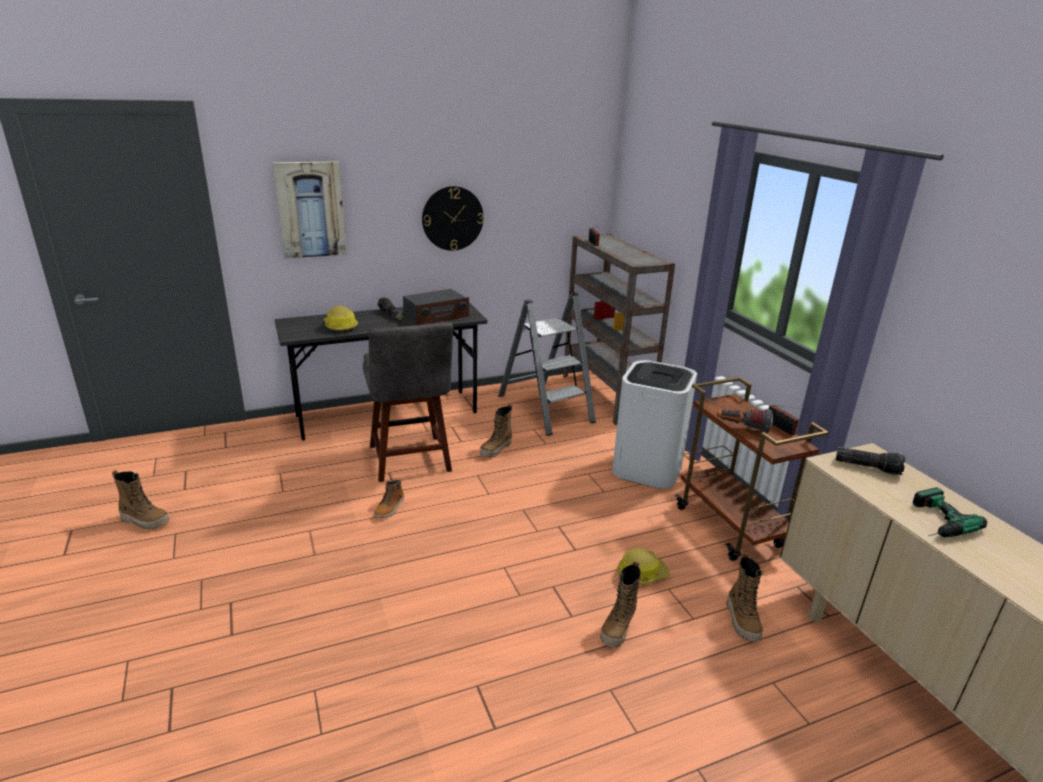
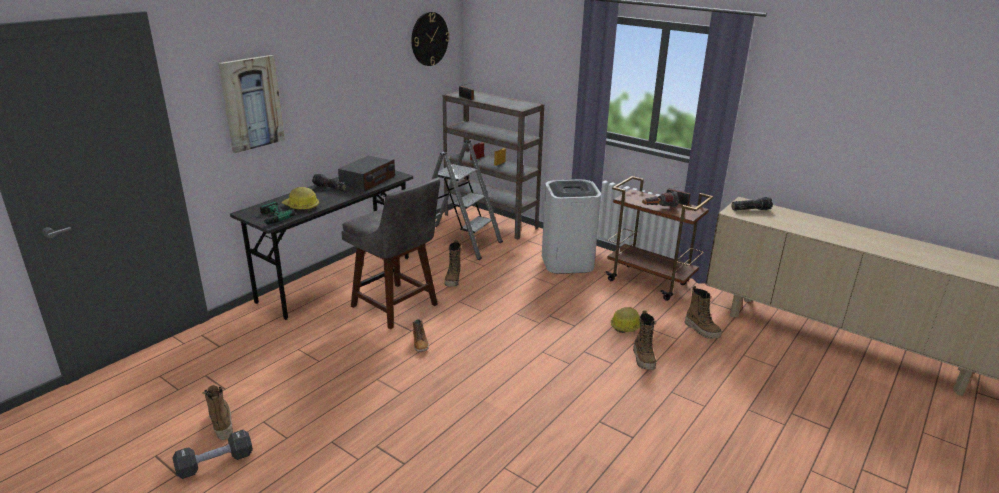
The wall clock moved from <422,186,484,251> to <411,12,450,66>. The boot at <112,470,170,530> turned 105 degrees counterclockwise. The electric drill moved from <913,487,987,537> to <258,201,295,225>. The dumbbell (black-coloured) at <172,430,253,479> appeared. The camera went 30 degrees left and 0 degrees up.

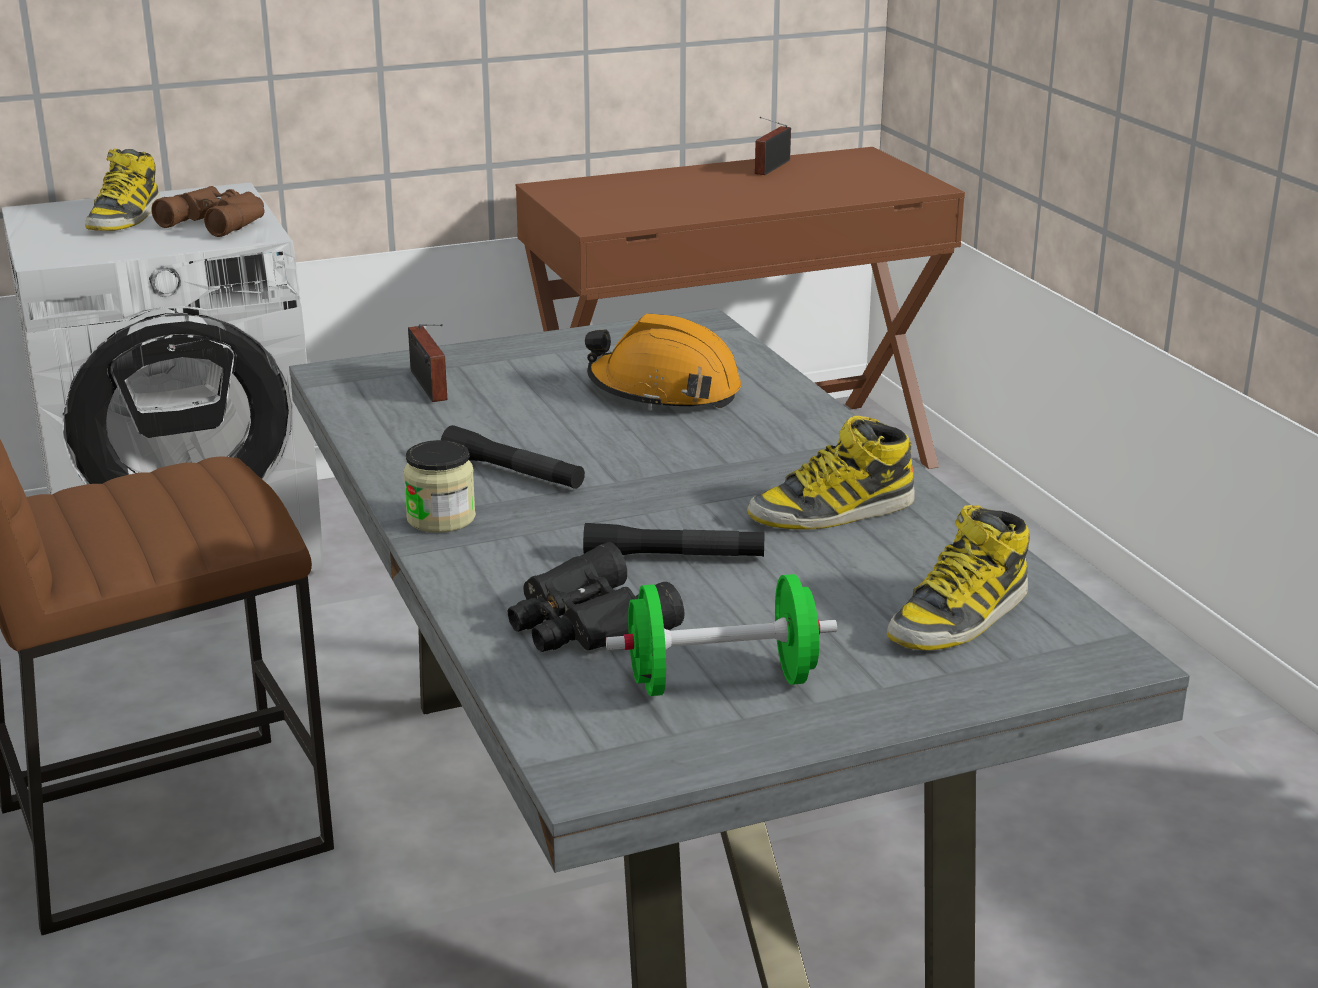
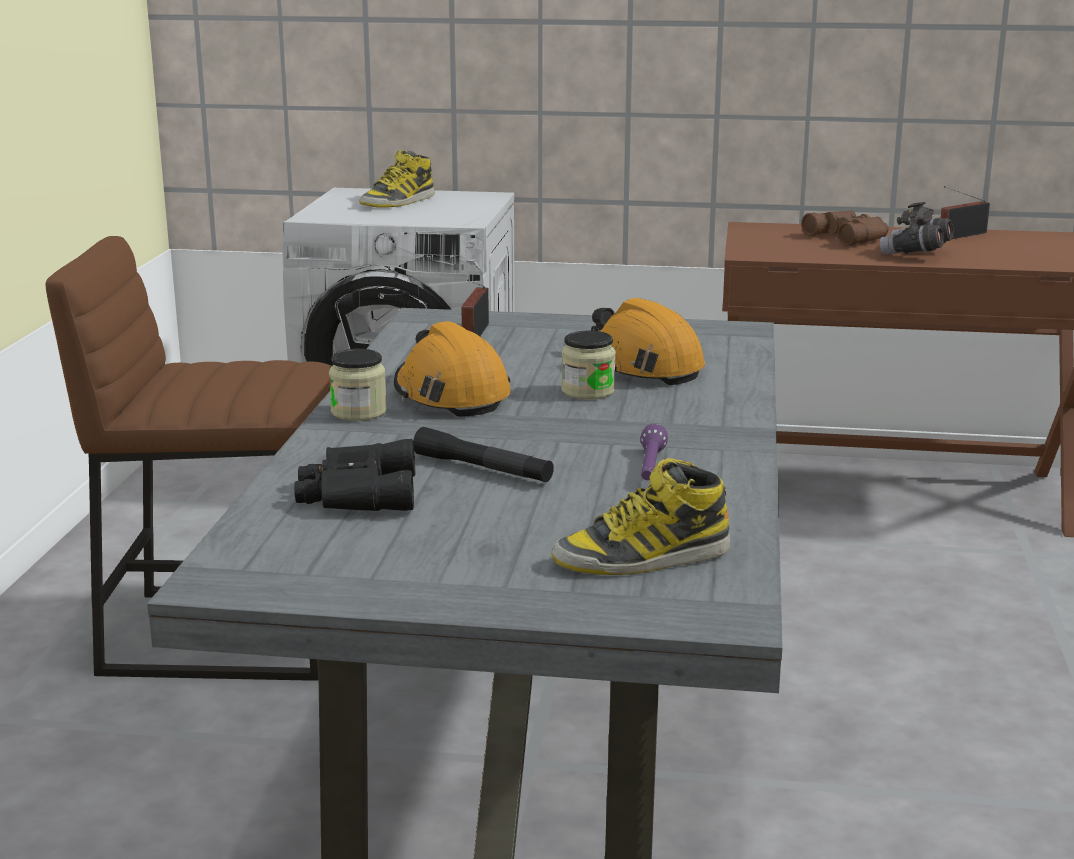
The pair of binoculars (brown-coloured) moved from <151,186,264,237> to <801,210,889,246>. The boot at <747,416,915,529> was replaced by the hand torch (purple) at <640,424,668,480>. The hand torch (black-coloured) at <441,425,585,489> was replaced by the hard hat (orange-coloured) at <394,321,511,417>. The dumbbell (greenish) at <606,574,837,696> disappeared. The pair of binoculars (gray) at <880,202,954,255> appeared. The preserve jar at <561,331,616,400> appeared. The camera went 30 degrees right and 5 degrees down.

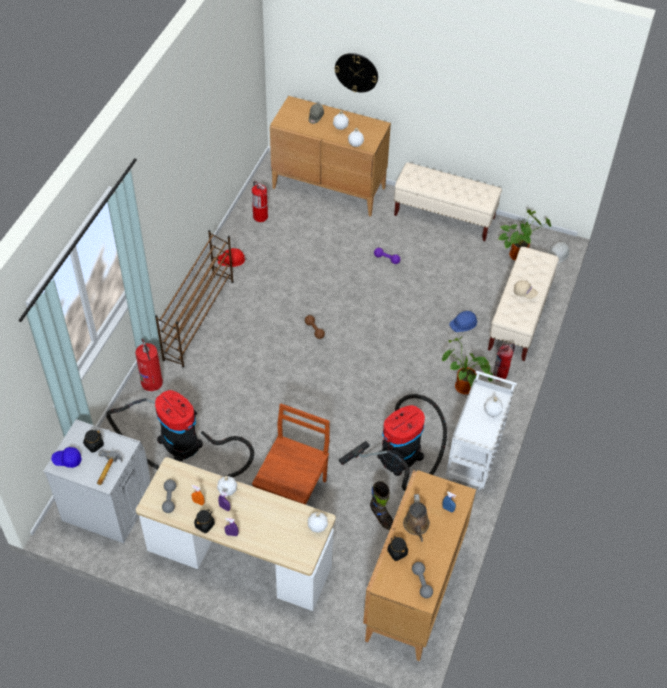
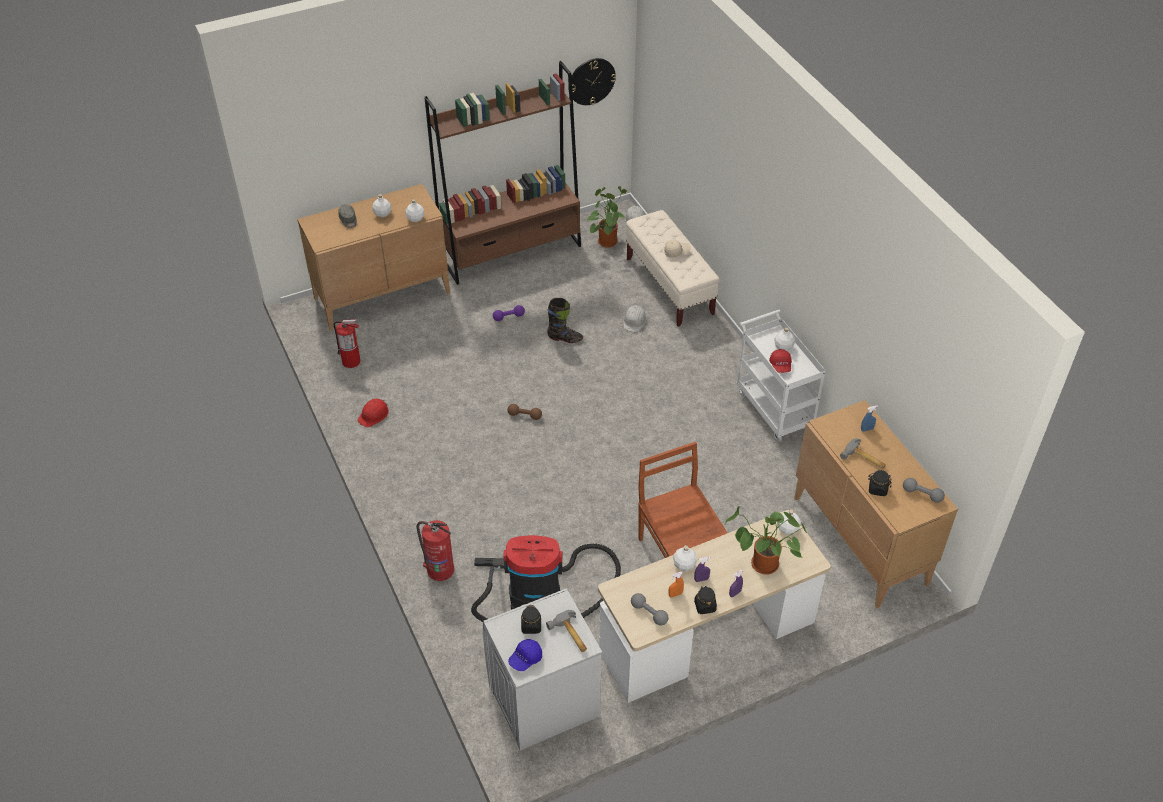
The wall clock moved from <335,53,378,92> to <568,58,616,105>. The bench (sand-coloured) at <394,162,502,241> was replaced by the shelving unit (brown-coloured) at <424,61,581,285>. The shoe stand (brown-coloured) at <155,230,233,368> disappeared. The hard hat (blue) at <449,311,477,332> became the hard hat (white) at <623,305,647,332>. The plant in a pot moved from <442,337,493,394> to <725,506,807,575>. The fire-fighting cylinder at <493,343,515,381> disappeared. The hoover at <339,394,447,491> disappeared. The boot (black-coloured) moved from <370,481,393,530> to <547,298,583,343>. The watering pot (brown-coloured) at <403,494,430,542> was replaced by the hammer at <840,438,886,469>. The cap (red) at <769,349,792,373> appeared. The camera went 45 degrees left and 5 degrees down.

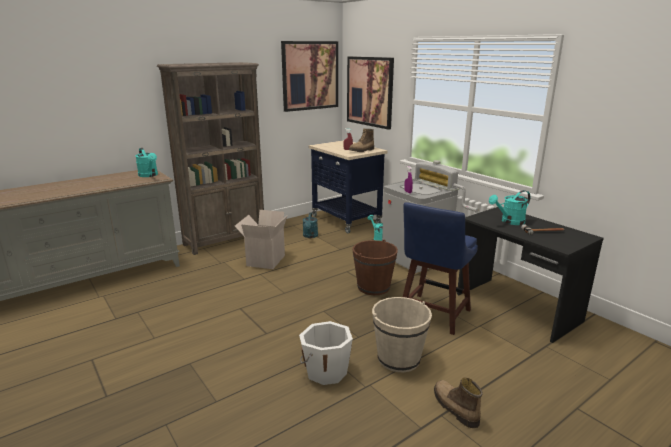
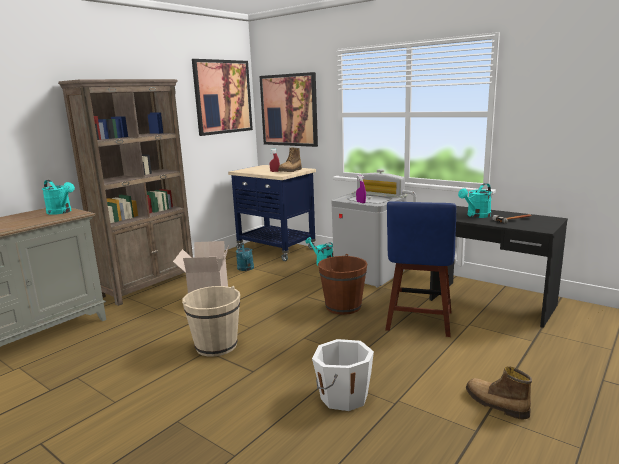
The pail (sand-coloured) moved from <372,297,432,372> to <182,286,240,357>. The camera went 15 degrees left and 5 degrees down.

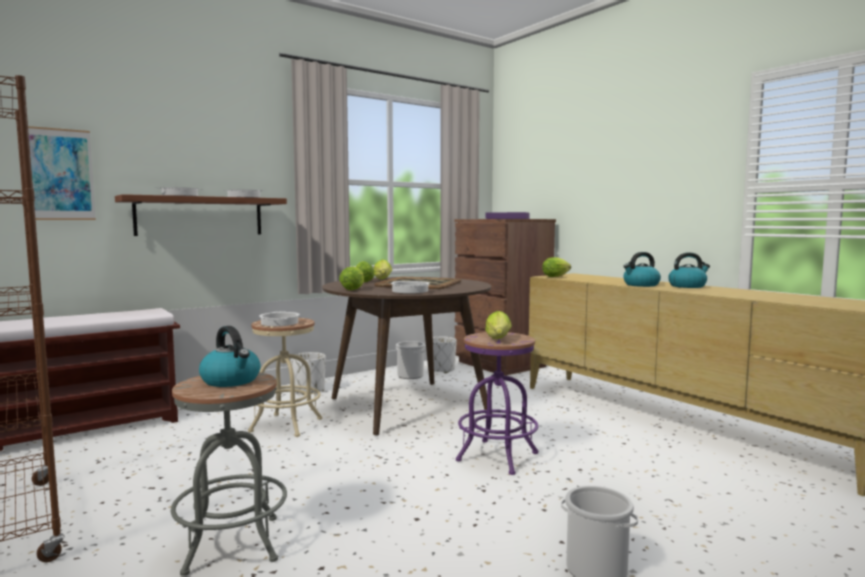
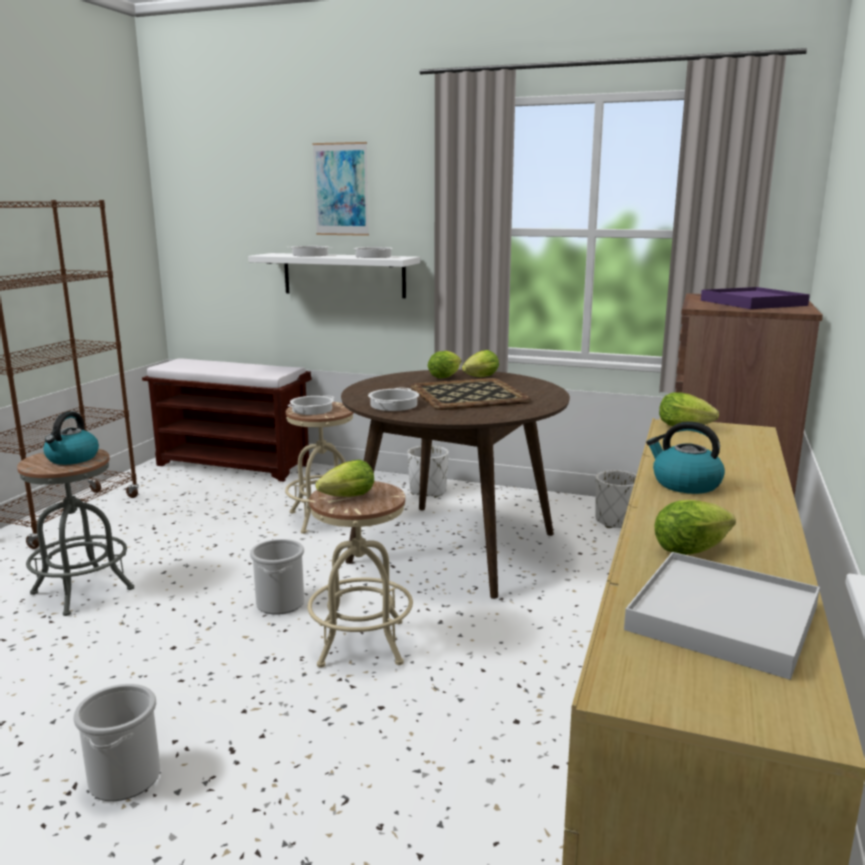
The wall picture moved from <28,126,96,220> to <312,142,369,236>. The shelf (brown-coloured) at <115,194,287,236> became the shelf (white) at <248,253,420,298>. The tea kettle at <668,252,710,288> disappeared. The head of lettuce moved from <339,266,364,290> to <655,500,736,555>. The stool (purple) at <456,332,538,475> became the stool (sand-coloured) at <308,481,413,668>. The pail moved from <396,341,426,379> to <250,539,304,615>. The carrying tray (white) at <624,552,820,680> appeared. The camera went 55 degrees right and 10 degrees up.

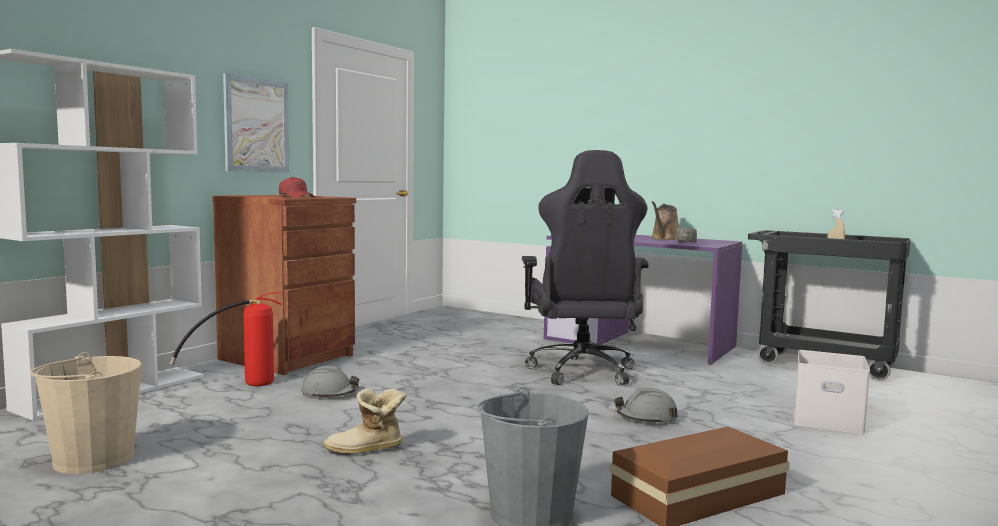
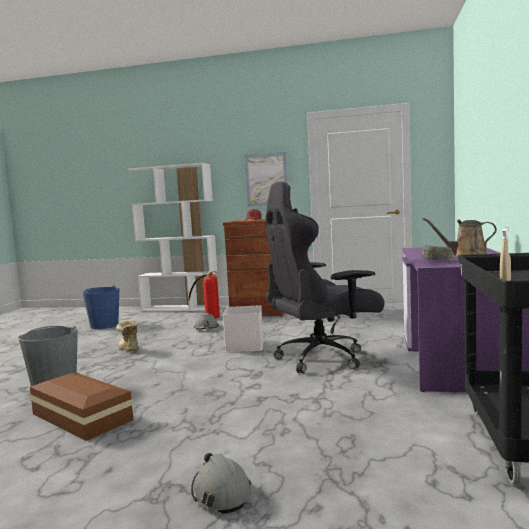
The storage box (white) moved from <794,350,870,435> to <223,305,264,352>. The pail (sand-coloured) at <30,352,142,474> became the pail (blue) at <83,285,119,329>. The hard hat (gray) moved from <614,388,678,424> to <191,453,251,514>. The camera went 70 degrees right and 0 degrees up.

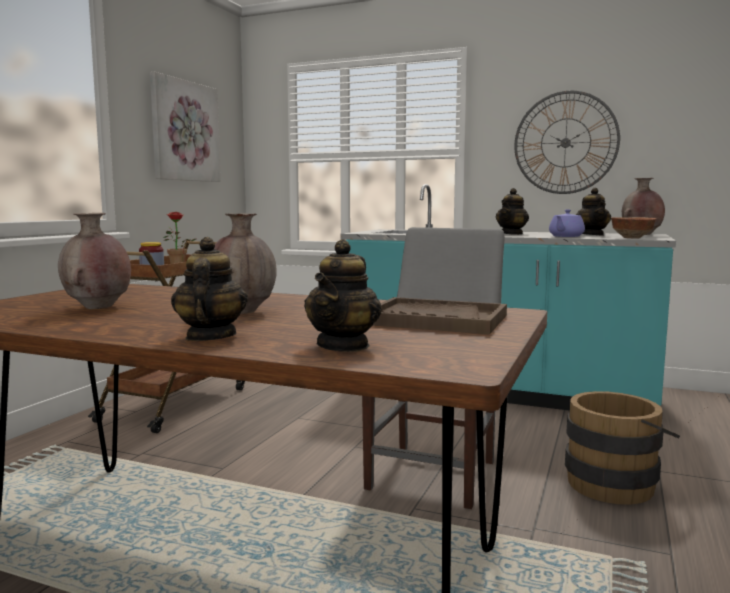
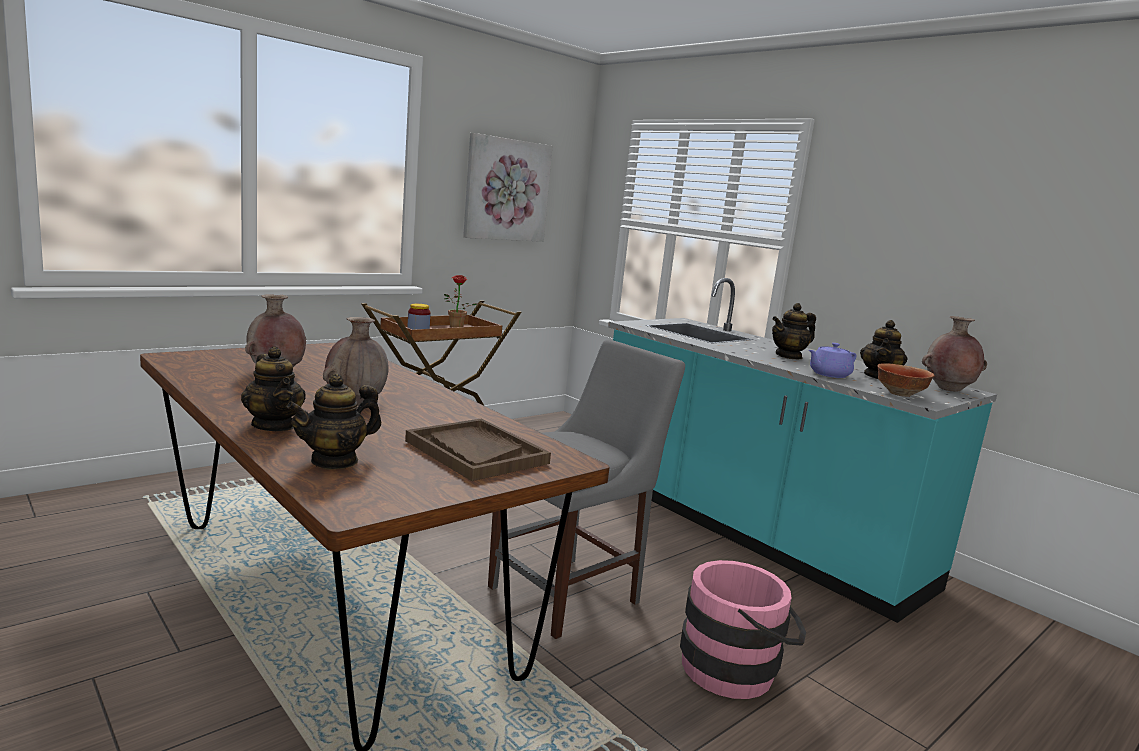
The wall clock at <514,91,620,194> disappeared. The pot for tea at <171,237,248,341> turned 120 degrees clockwise. The pail (brown-coloured) at <565,391,680,505> became the pail (pink) at <680,560,806,699>. The camera went 25 degrees right and 5 degrees up.

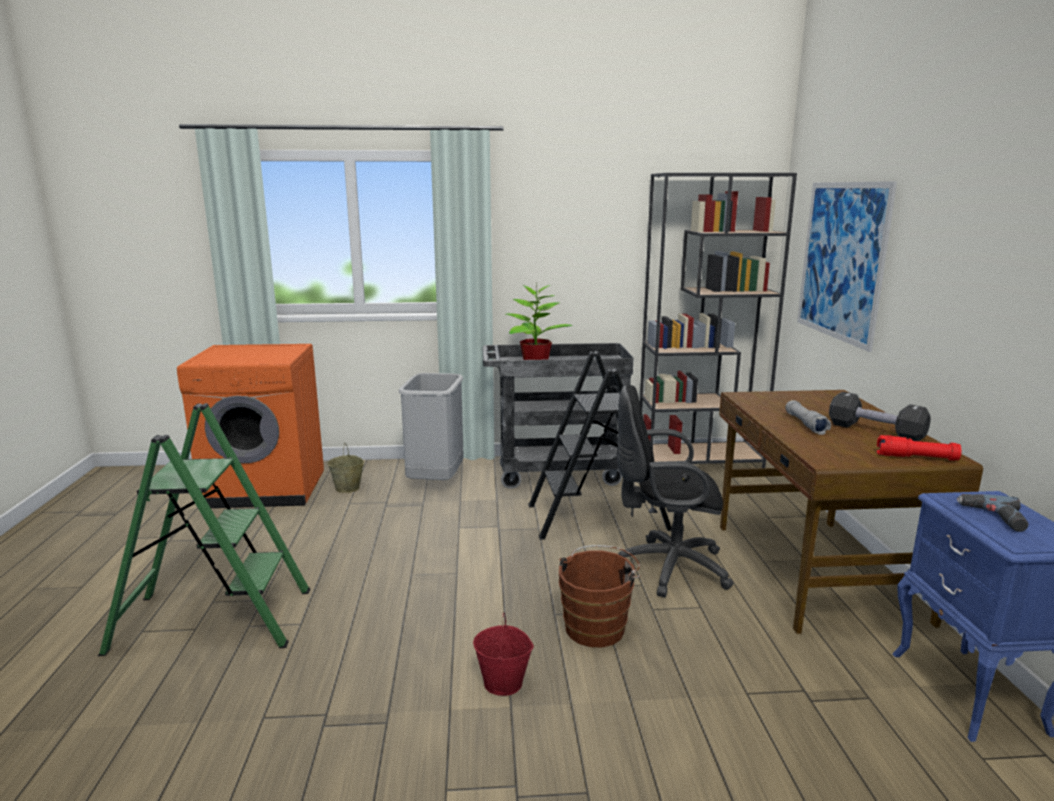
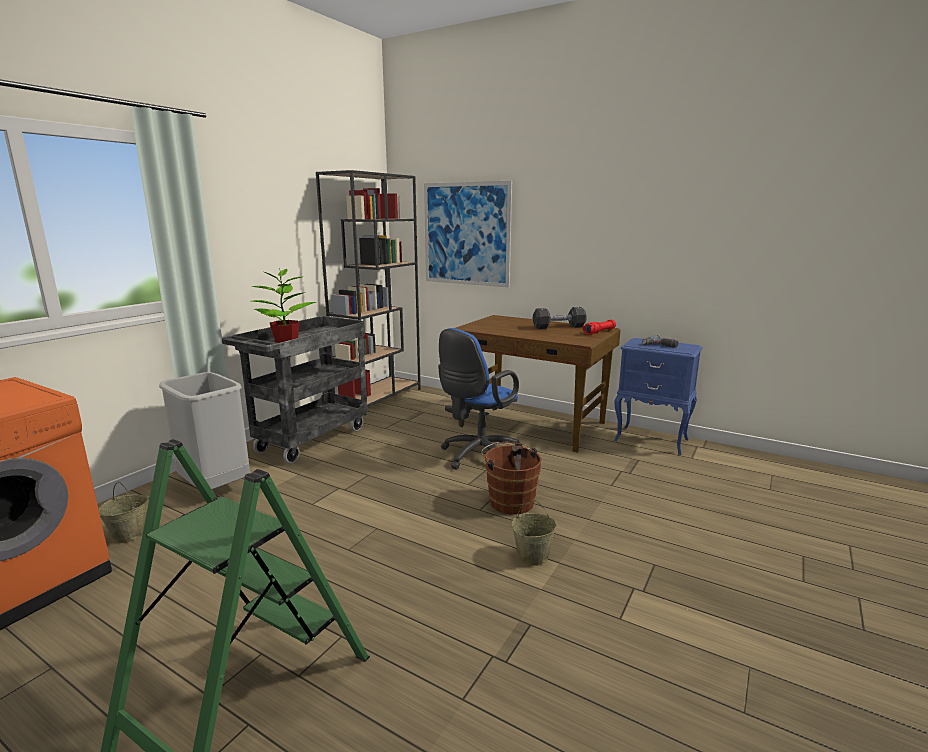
The step stool (black-coloured) at <528,351,672,540> disappeared. The computer chair (black-coloured) at <617,385,734,597> became the computer chair (blue) at <438,328,523,470>. The hand torch (gray) at <785,400,831,435> disappeared. The pail (red) at <473,612,534,696> became the pail (sand-coloured) at <512,500,556,566>. The camera went 55 degrees left and 0 degrees up.

